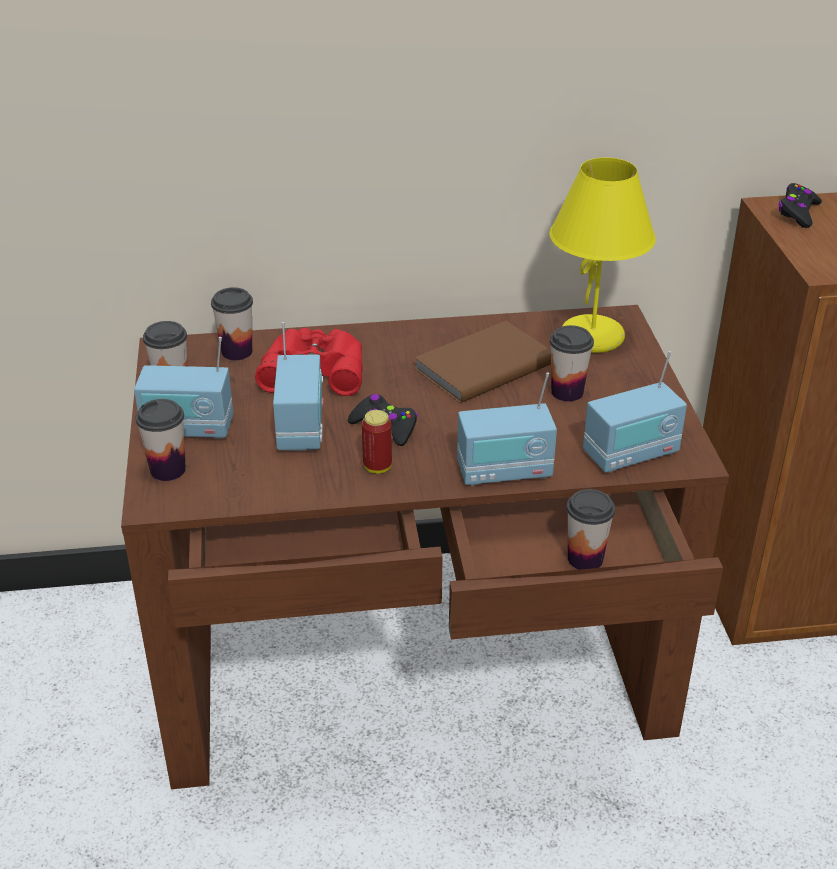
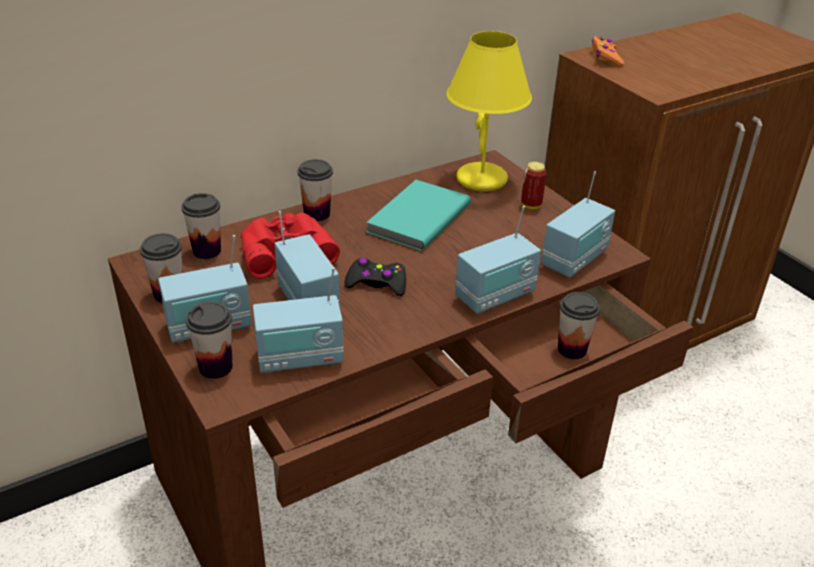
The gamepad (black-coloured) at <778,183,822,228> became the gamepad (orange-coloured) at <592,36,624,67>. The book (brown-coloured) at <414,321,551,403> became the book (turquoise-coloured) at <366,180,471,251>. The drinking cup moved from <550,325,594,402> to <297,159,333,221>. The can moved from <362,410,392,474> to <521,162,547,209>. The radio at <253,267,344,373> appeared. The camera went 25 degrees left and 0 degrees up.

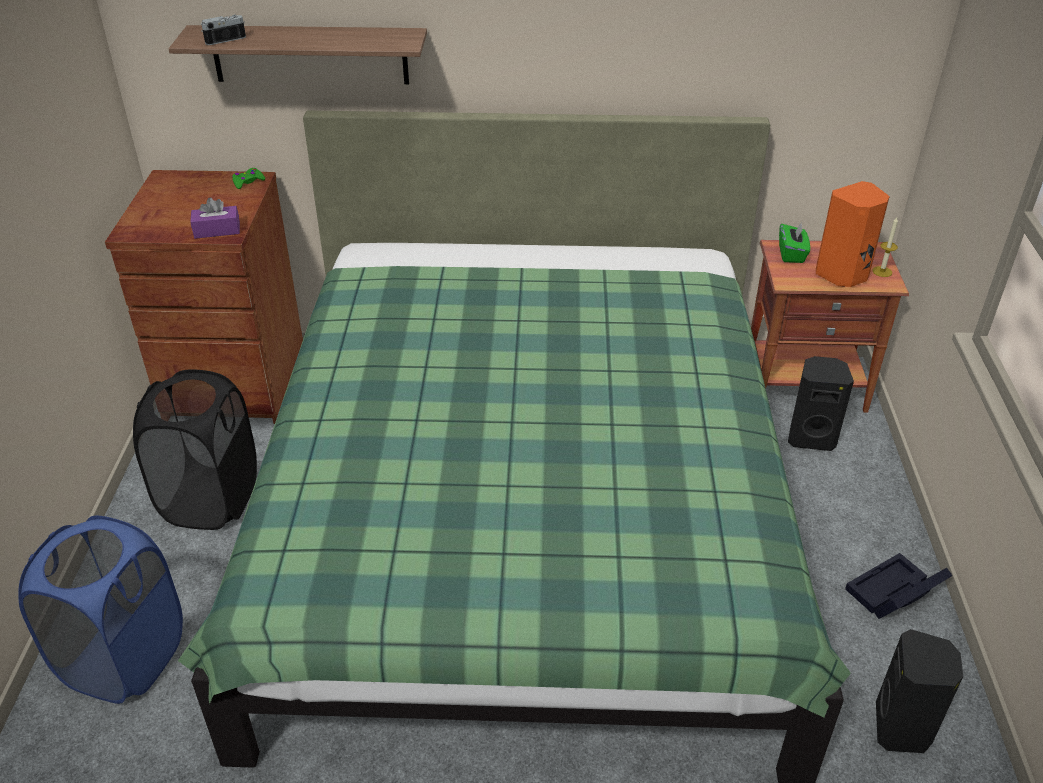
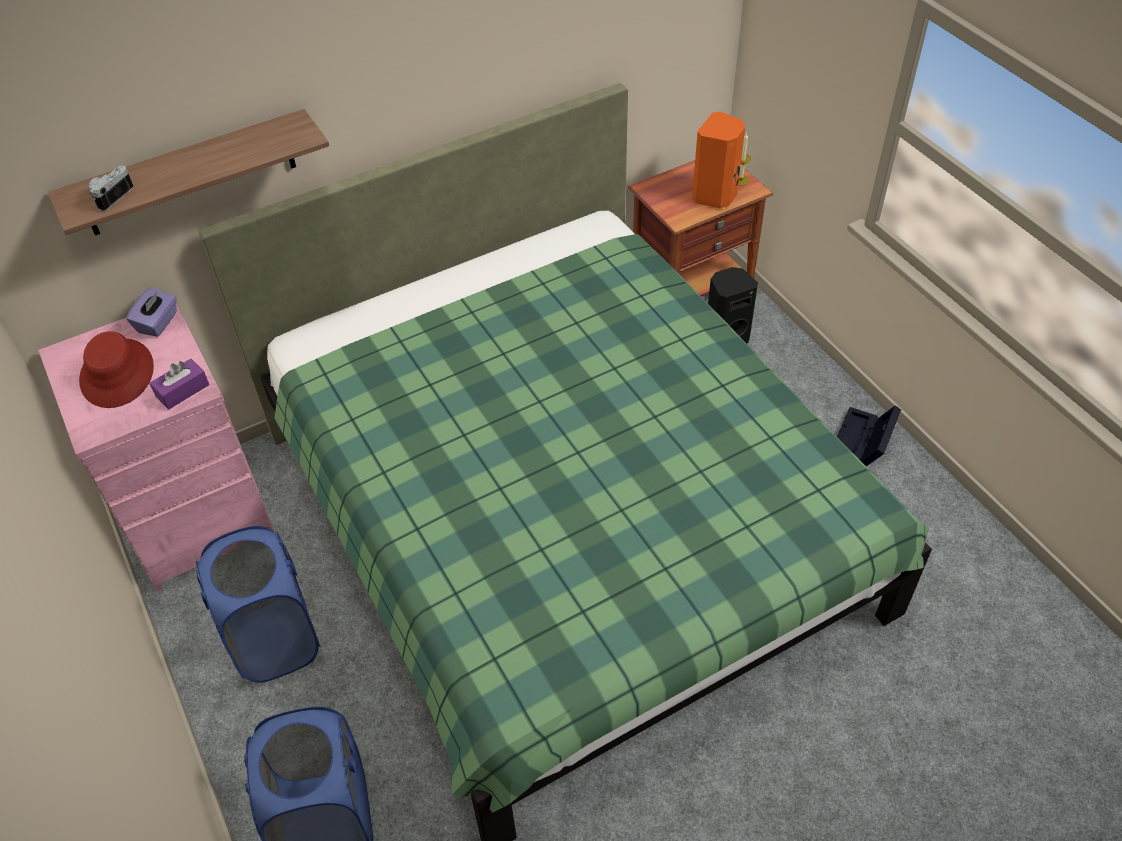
The gamepad (greenish) at <232,168,265,189> was replaced by the tissue holder (purple) at <126,287,177,337>. The dresser (brown-coloured) at <105,170,303,424> became the dresser (pink) at <38,303,275,591>. The tissue holder (greenish) at <779,223,810,263> disappeared. The washing basket (black-coloured) at <133,369,257,530> became the washing basket (blue) at <196,526,320,683>. The audio speaker (black-coloured) at <876,629,963,753> disappeared. The clothing hat (red) at <79,331,154,408> appeared. The camera went 30 degrees left and 10 degrees up.

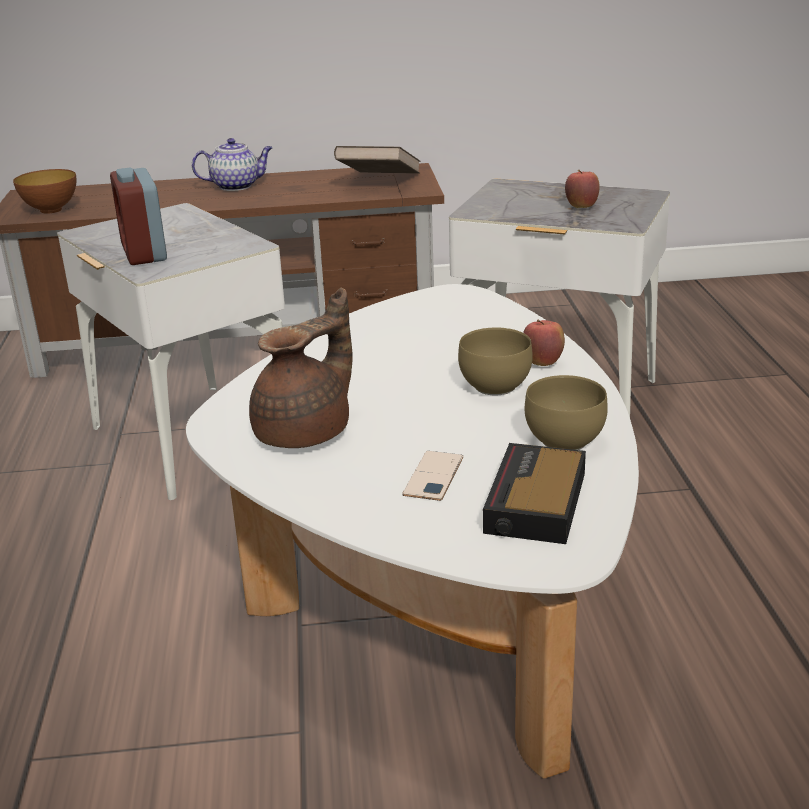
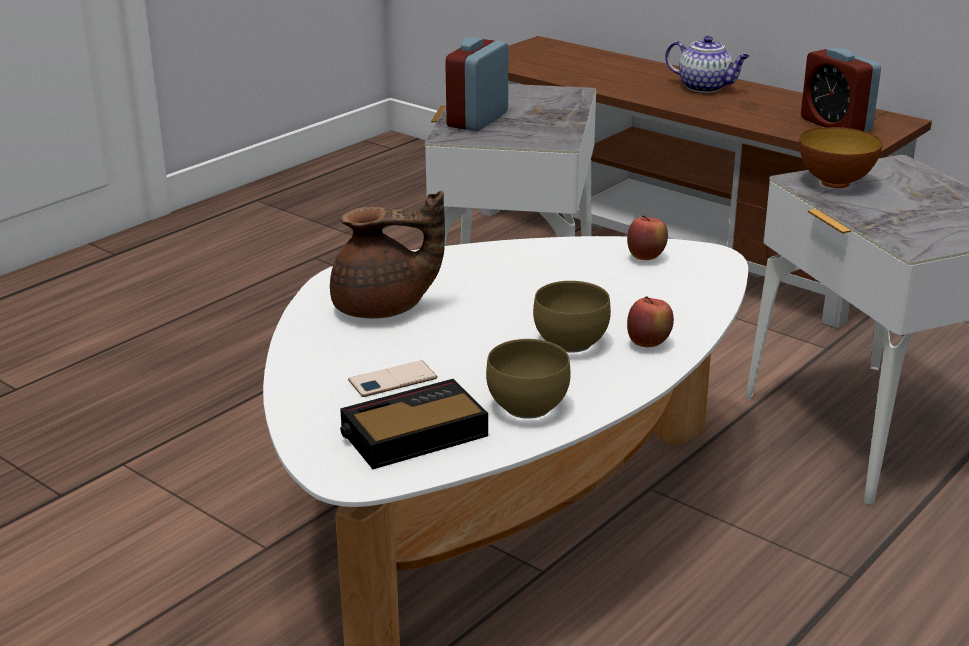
The book (brown-coloured) at <334,146,420,174> was replaced by the bedside clock at <801,48,881,132>. The bowl moved from <13,169,77,214> to <799,127,883,188>. The apple fruit moved from <565,170,600,208> to <627,215,668,260>. The camera went 45 degrees right and 0 degrees up.

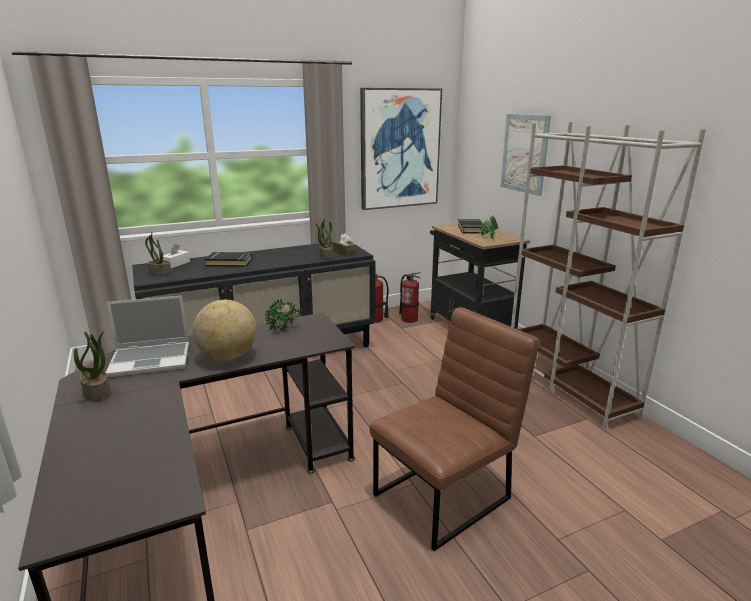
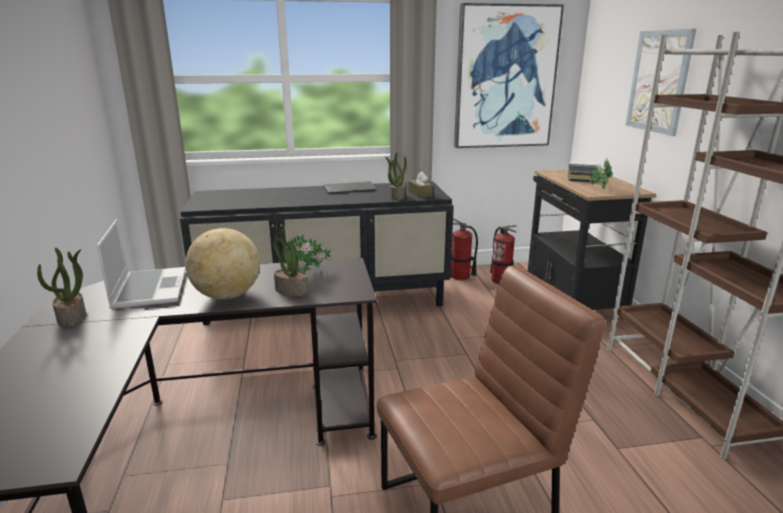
The plant in a pot moved from <145,233,171,276> to <273,226,308,296>. The tissue holder (white) at <163,244,190,268> disappeared. The book (black-coloured) at <205,251,253,267> disappeared. The portable computer at <106,296,189,377> turned 105 degrees counterclockwise. The keyboard at <323,181,377,194> appeared. The camera went 15 degrees right and 0 degrees up.

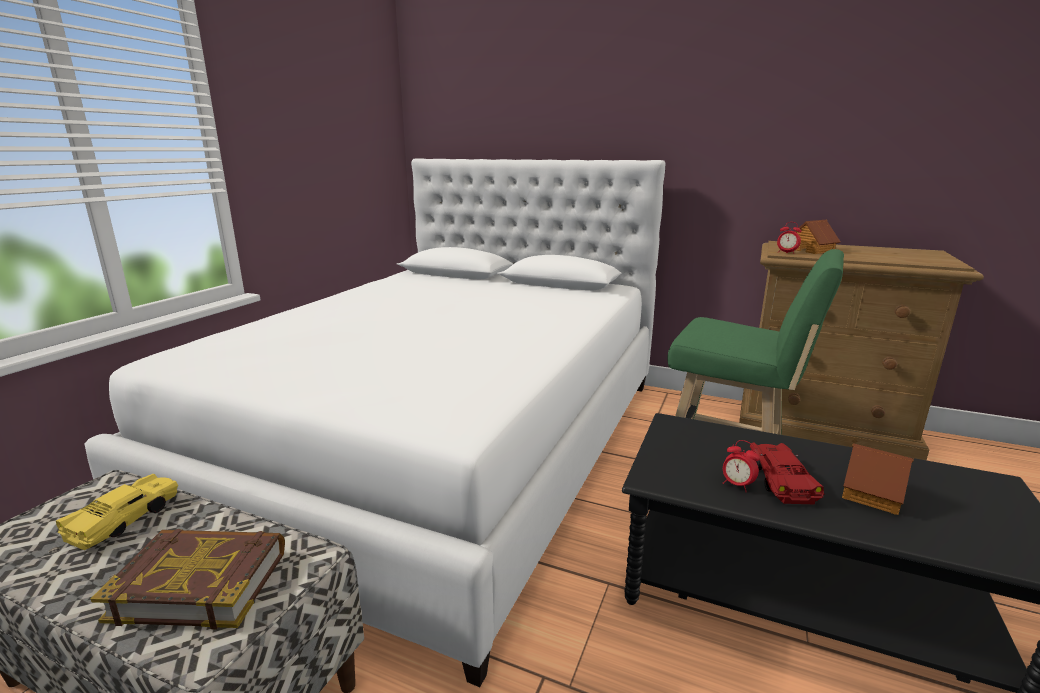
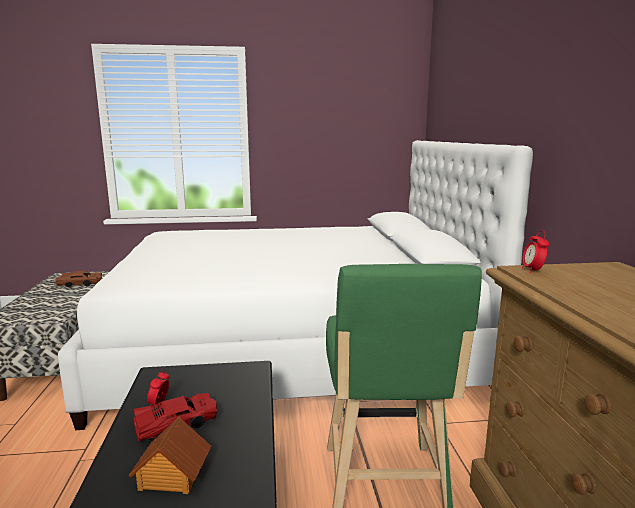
The model house at <794,220,840,254> disappeared. The model car (yellow-coloured) at <56,474,178,550> became the model car (brown-coloured) at <55,271,102,287>. The book at <91,529,285,630> disappeared. The camera went 60 degrees right and 5 degrees down.

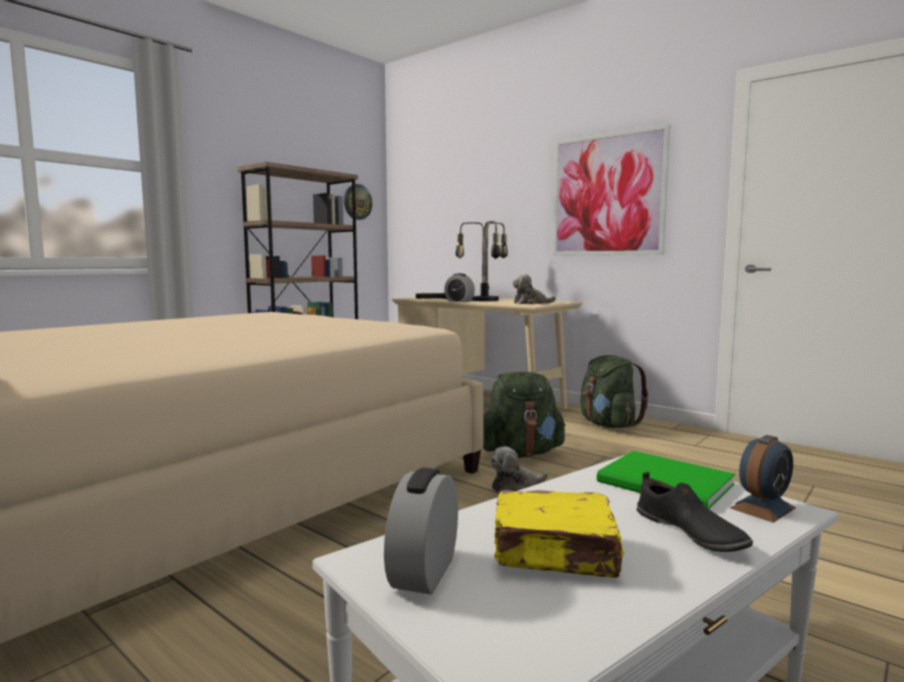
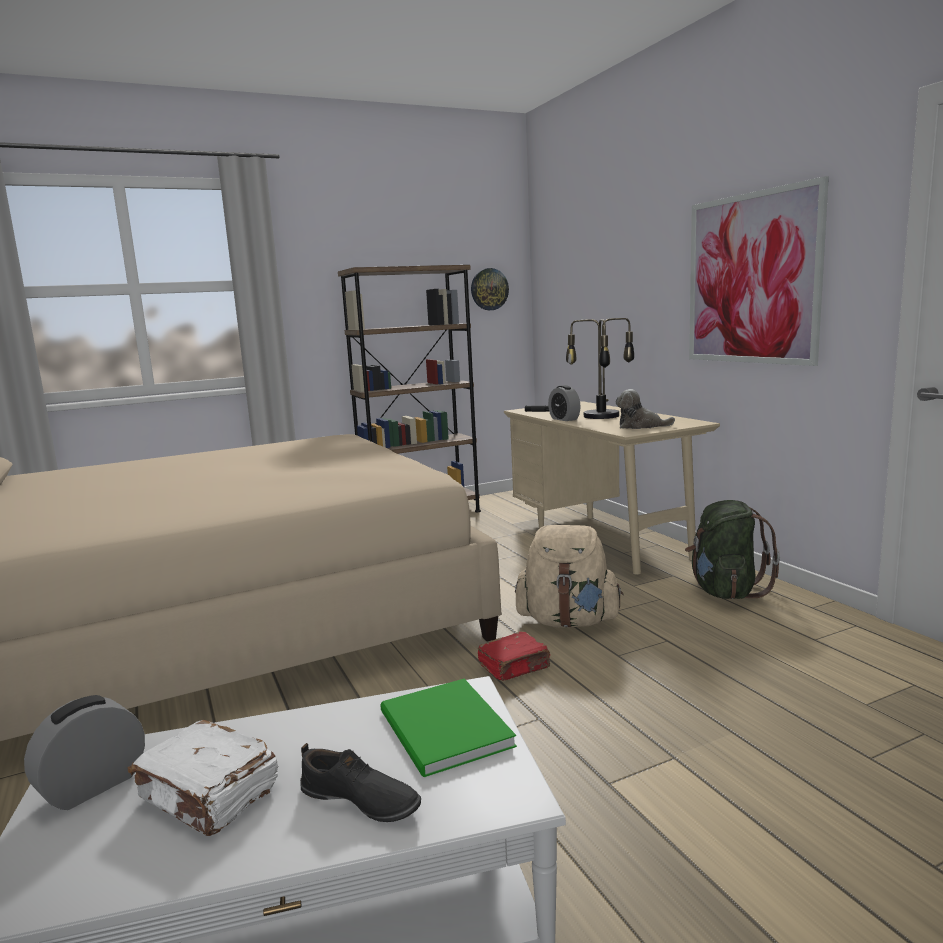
The knapsack (greenish) at <483,372,566,458> became the knapsack (sand-coloured) at <515,525,624,628>. The bedside clock at <730,435,796,523> disappeared. The soft toy at <490,446,548,493> was replaced by the book (red) at <477,632,550,681>. The low shoe (black-coloured) at <637,472,753,552> turned 60 degrees counterclockwise. The book (yellow-coloured) at <494,490,625,578> became the book (white) at <127,720,278,836>. The camera went 25 degrees right and 5 degrees up.

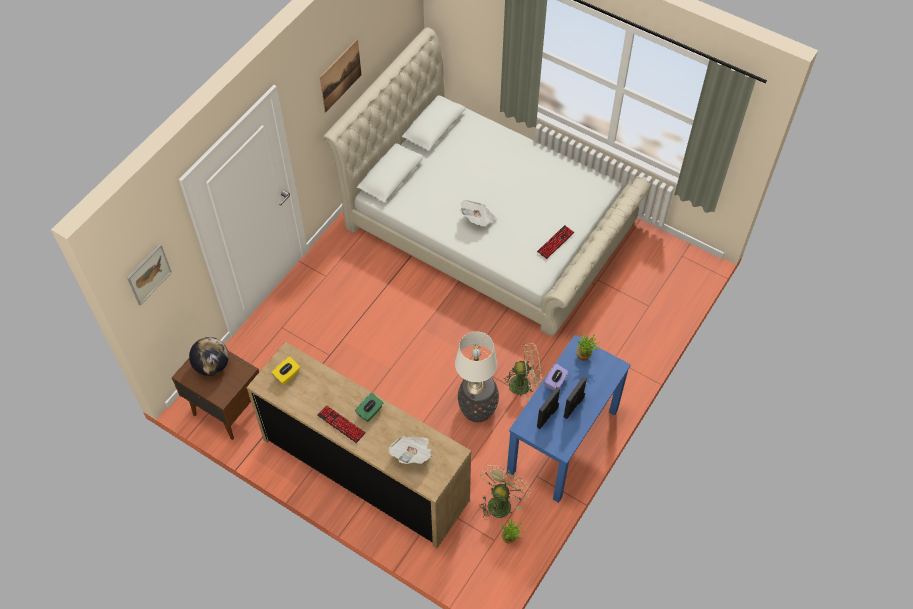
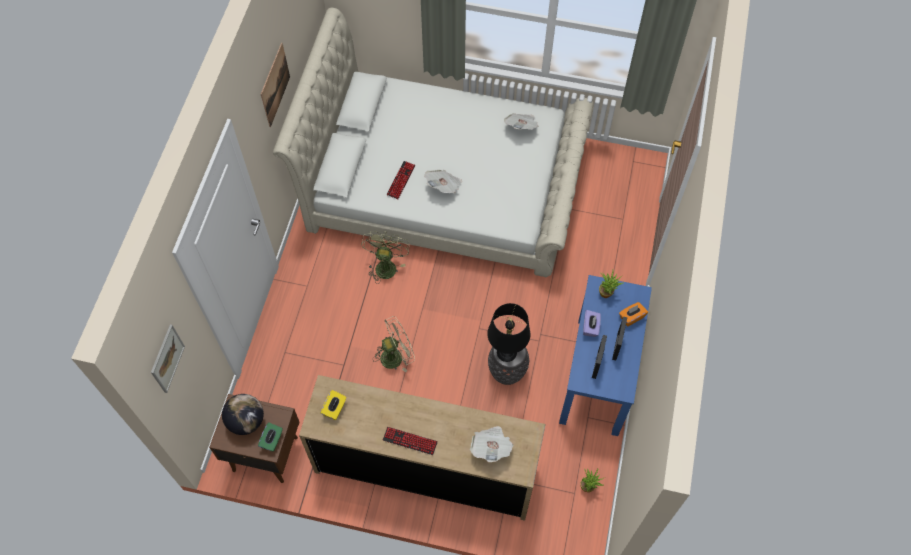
The keyboard moved from <537,225,574,259> to <386,161,415,199>. The lamp for a table (white) at <455,331,497,395> became the lamp for a table (black-coloured) at <487,303,530,362>. The cooling fan (sand-coloured) moved from <502,343,542,402> to <373,316,415,373>. The tissue holder (greenish) moved from <355,393,383,422> to <258,422,283,451>. The cooling fan (greenish) moved from <479,465,531,520> to <361,231,409,284>. The daily paper at <504,113,539,130> appeared. The tissue holder (orange-coloured) at <619,302,648,326> appeared. The camera went 20 degrees left and 5 degrees up.

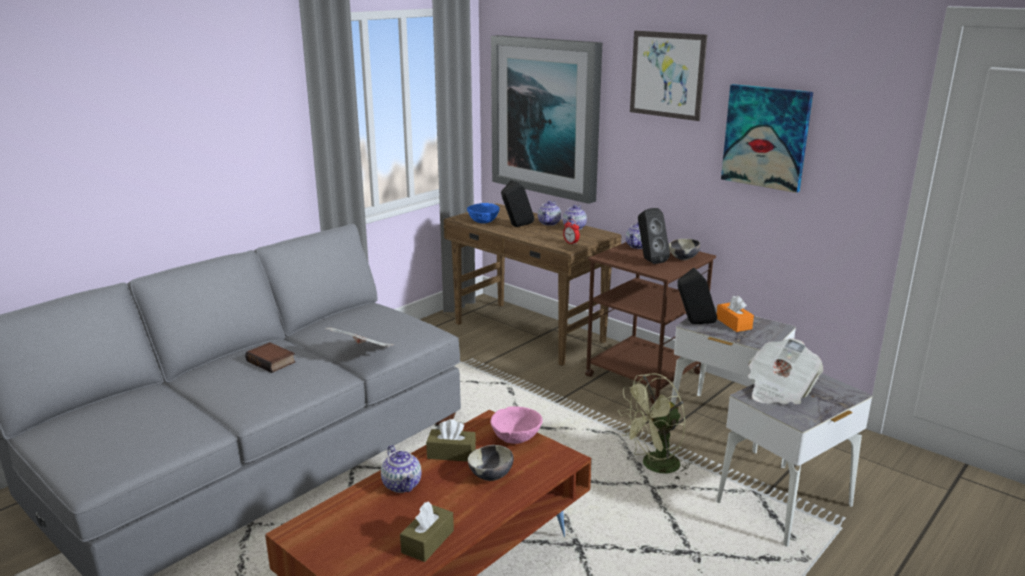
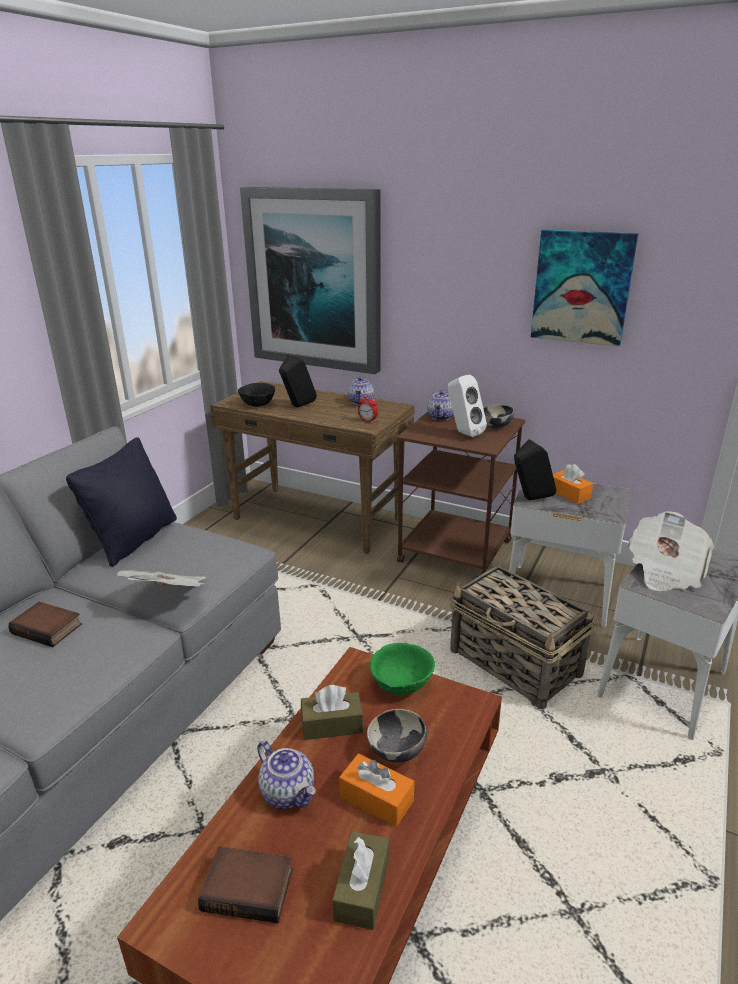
The wall picture at <630,31,707,121> disappeared. The pot for tea at <538,201,561,226> disappeared. The bowl (blue) at <467,203,500,223> became the bowl (black-coloured) at <238,383,275,407>. The audio speaker (black-coloured) at <638,208,670,264> became the audio speaker (white) at <448,375,487,437>. The cooling fan (greenish) at <618,373,692,481> was replaced by the household basket at <449,565,595,709>. The bowl (pink) at <490,406,543,444> became the bowl (greenish) at <370,643,435,695>. The pillow (black-coloured) at <66,437,177,567> appeared. The tissue holder (orange-coloured) at <339,753,414,827> appeared. The book at <198,846,293,923> appeared. The camera went 15 degrees left and 5 degrees up.

